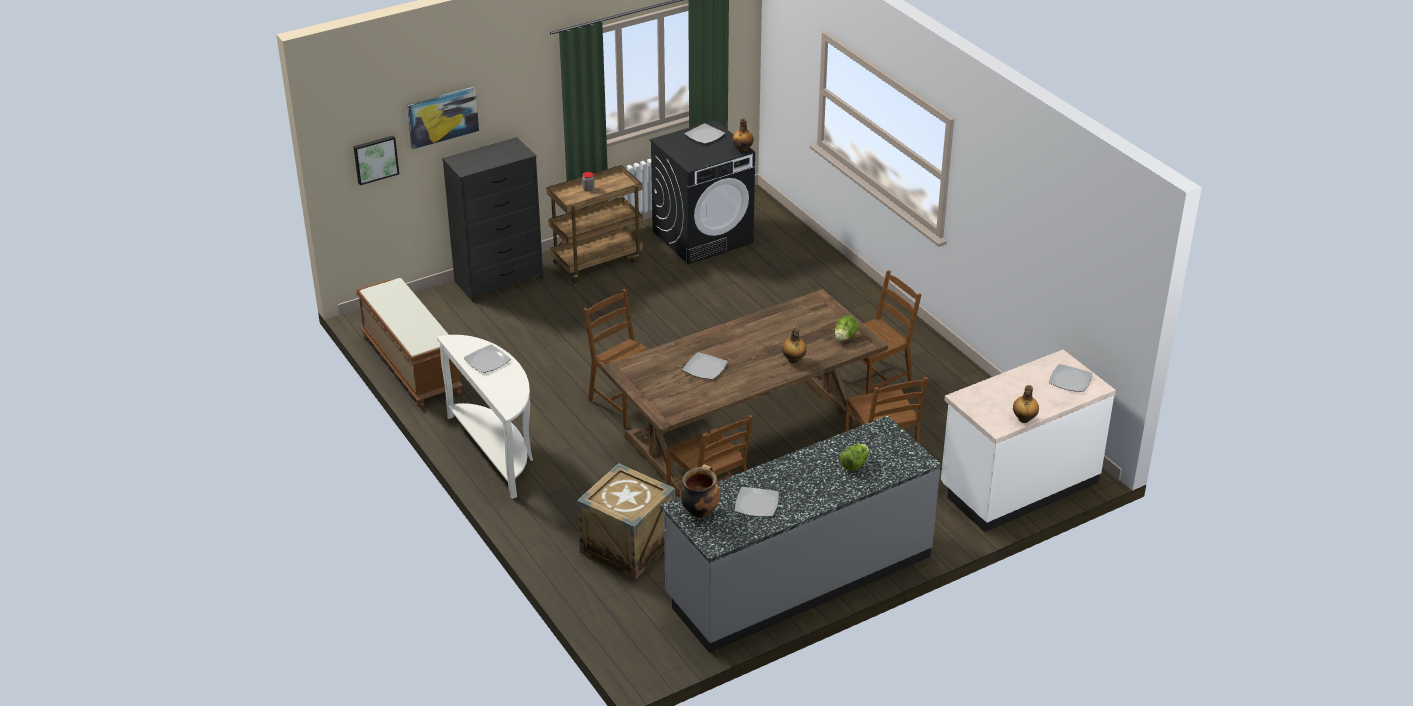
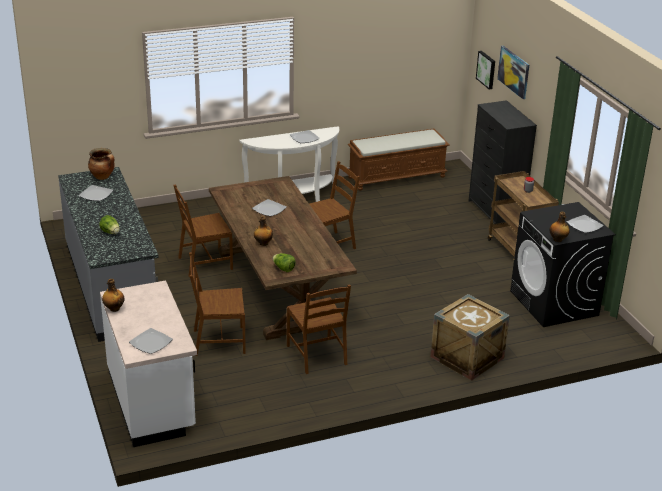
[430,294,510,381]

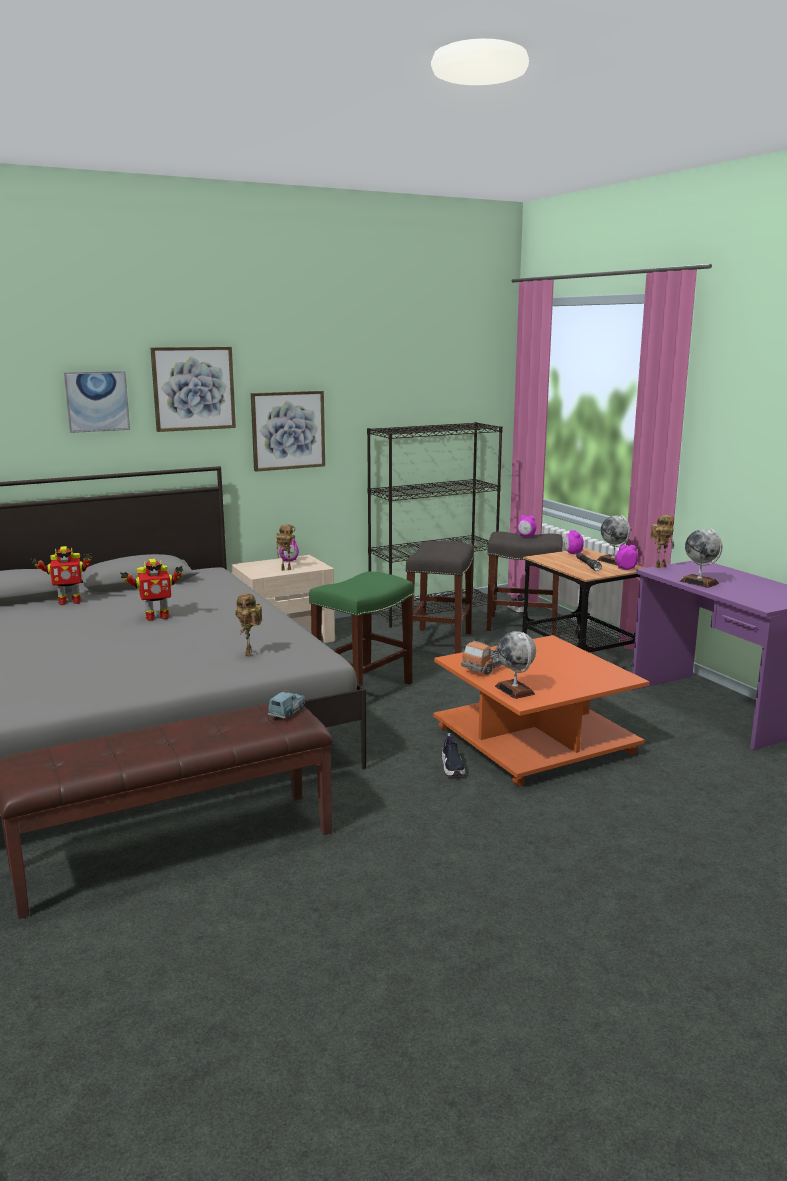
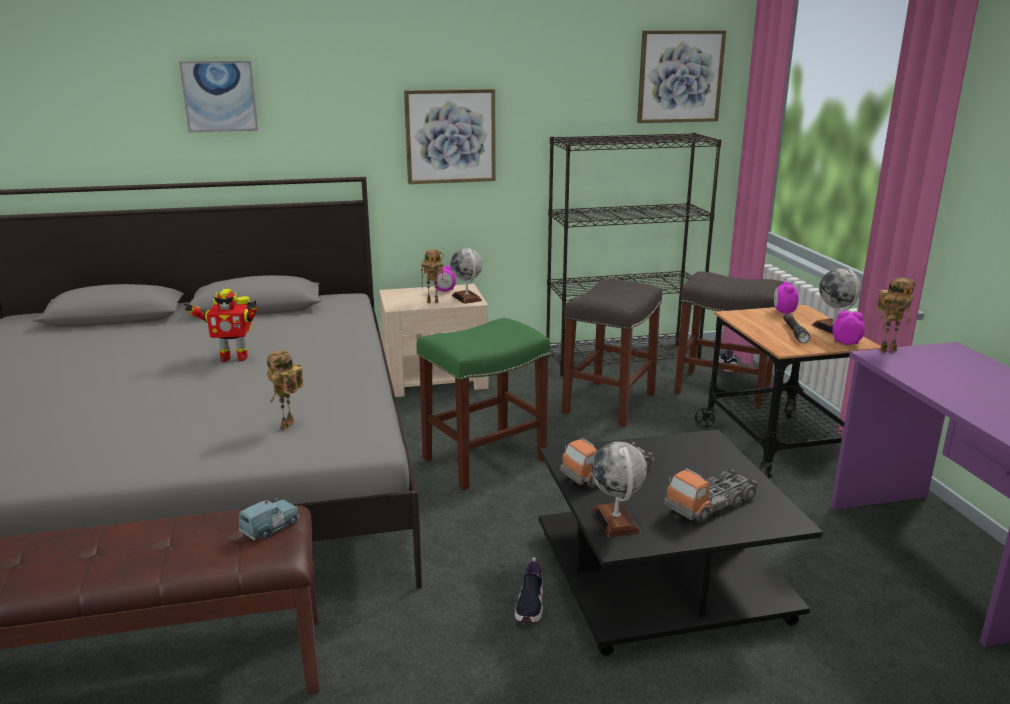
[31,546,92,605] (first image)
[637,30,726,123]
[539,429,823,656]
[517,515,536,537] (first image)
[450,248,482,304]
[664,468,759,522]

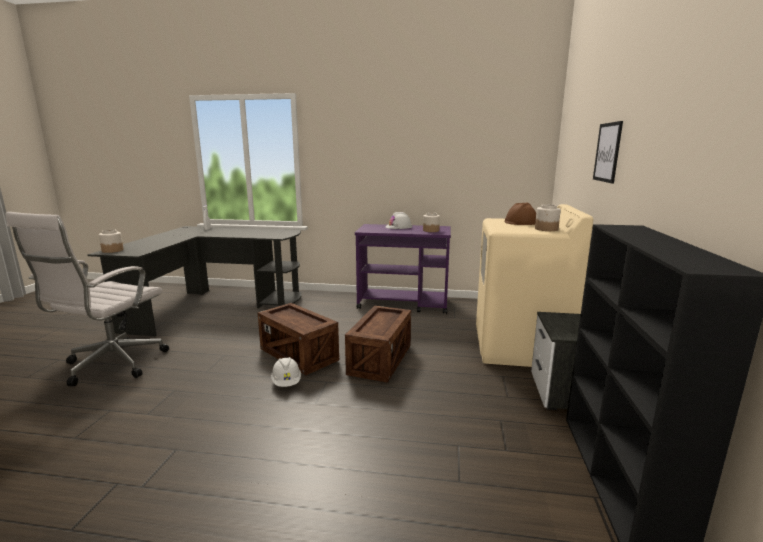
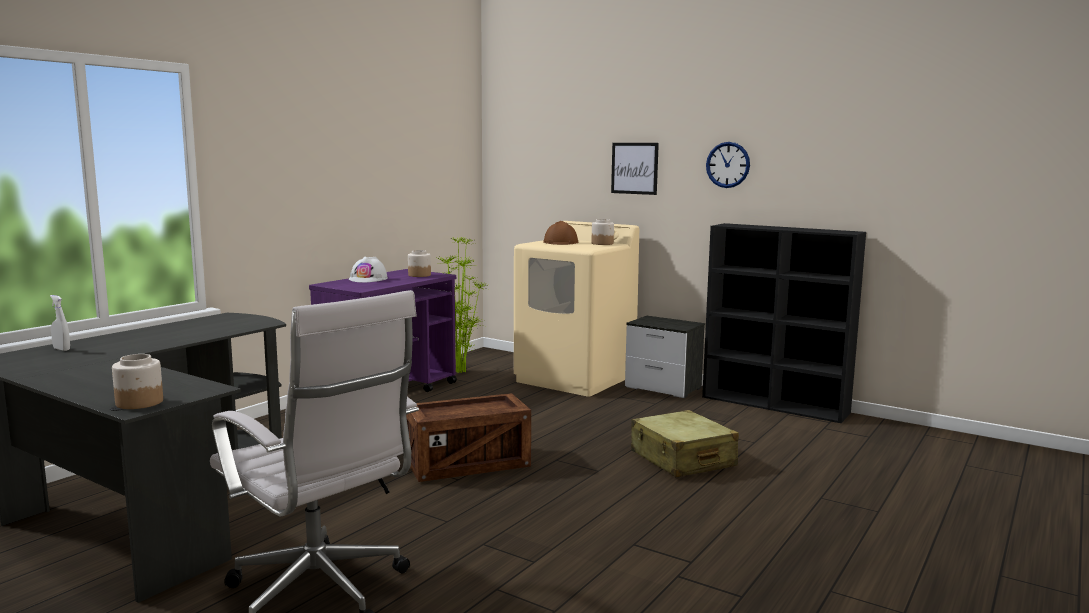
[271,357,301,387] (first image)
[345,306,411,383] (first image)
[437,236,488,373]
[631,410,739,477]
[706,142,750,188]

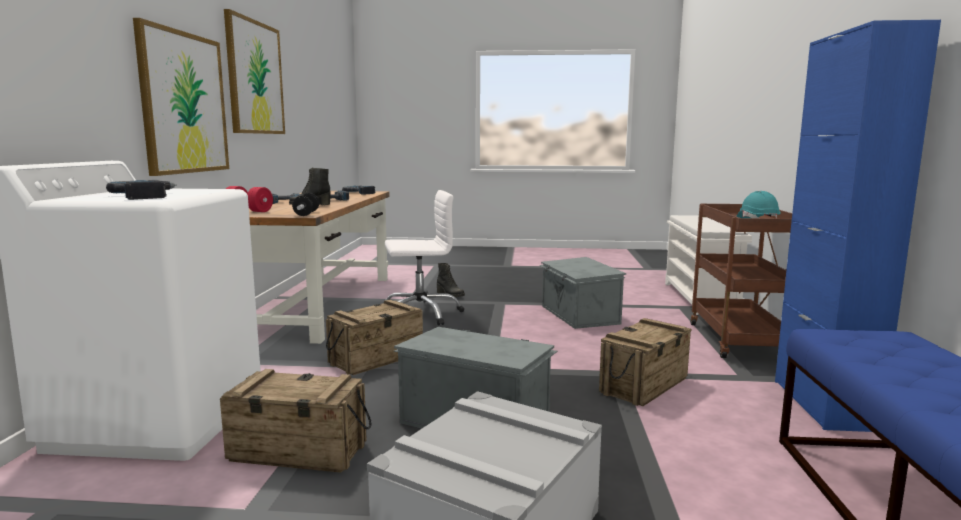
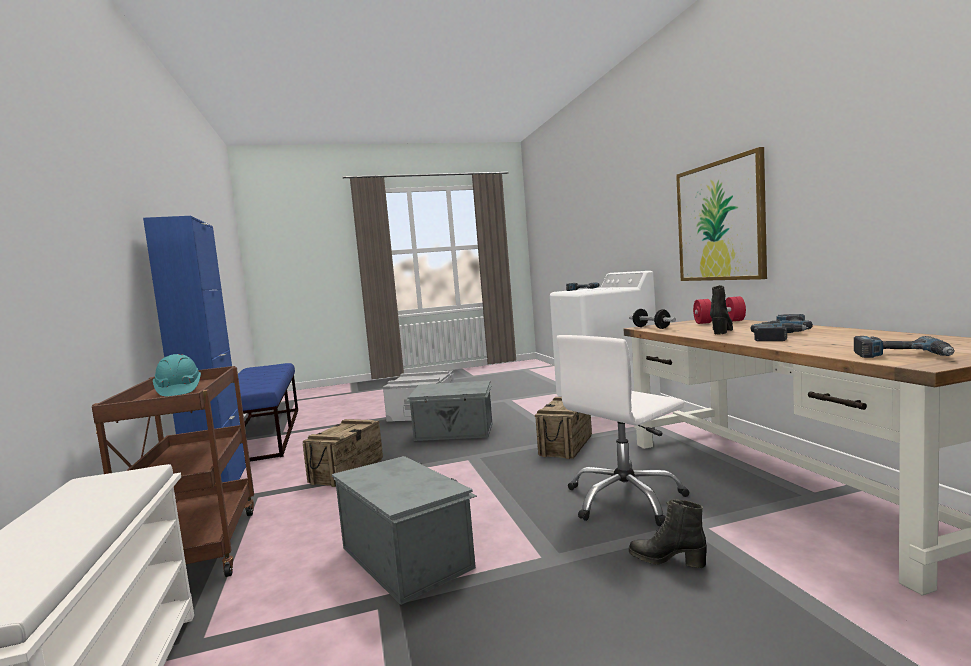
[220,369,371,473] (first image)
[224,9,285,134] (first image)

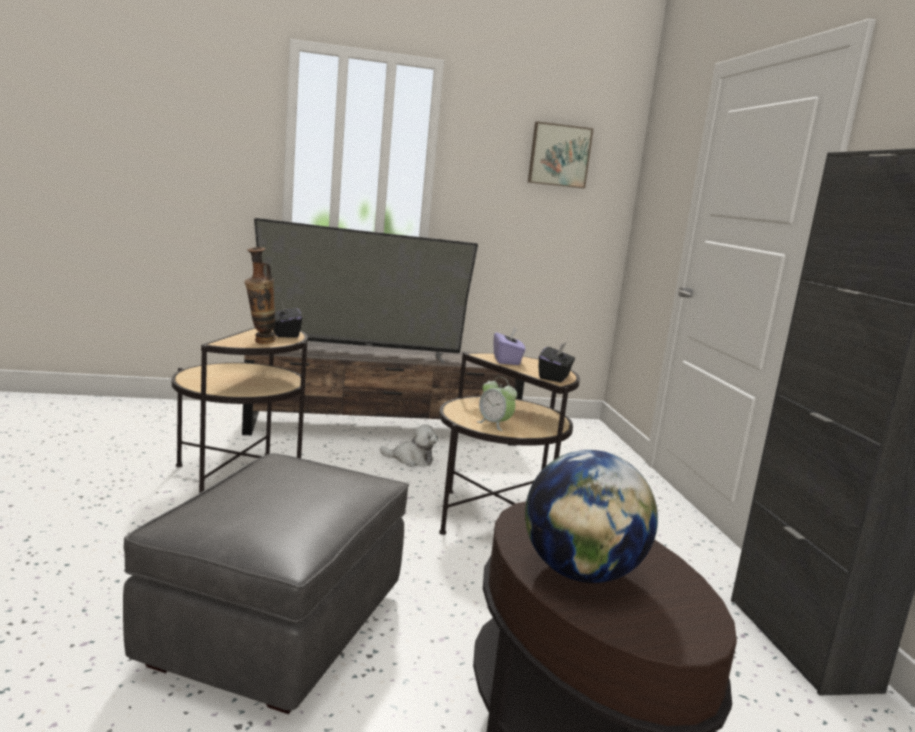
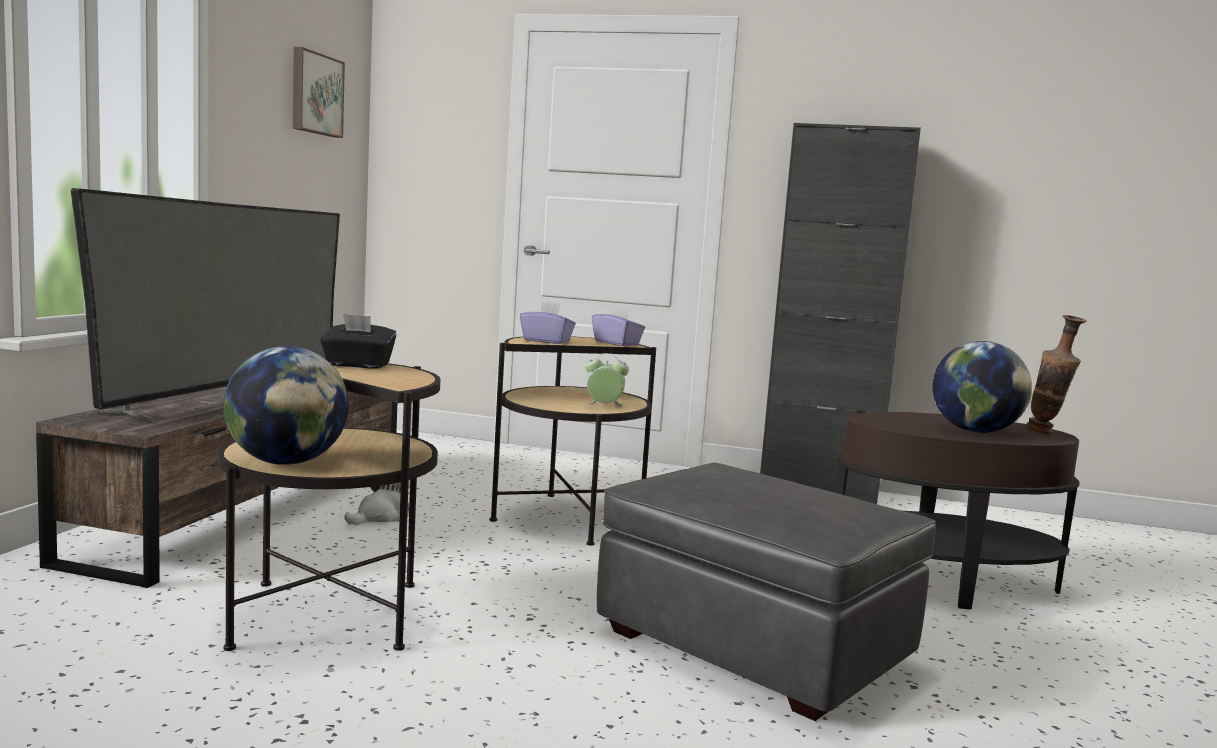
[1026,315,1087,435]
[585,353,629,406]
[592,305,645,346]
[223,346,349,465]

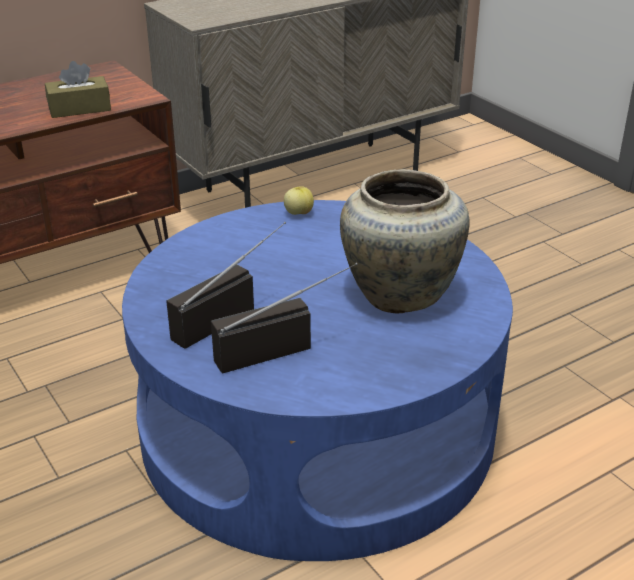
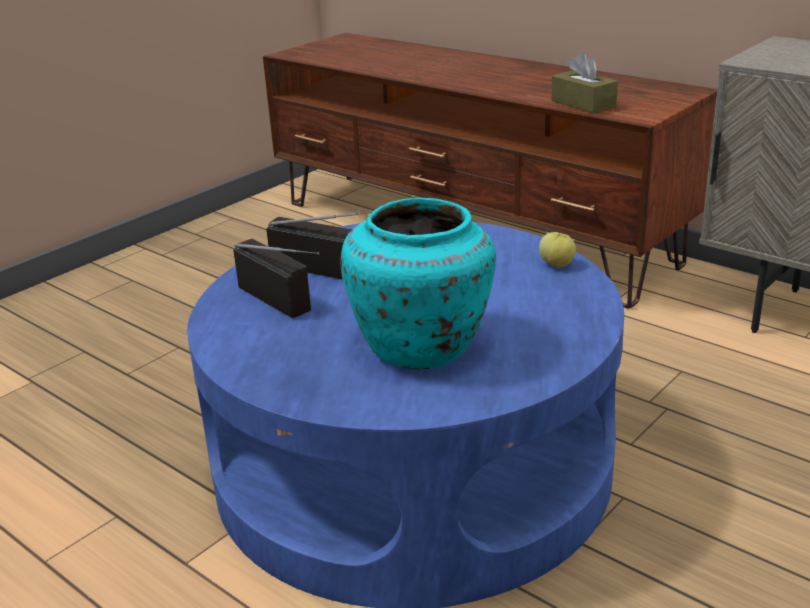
[340,198,496,370]

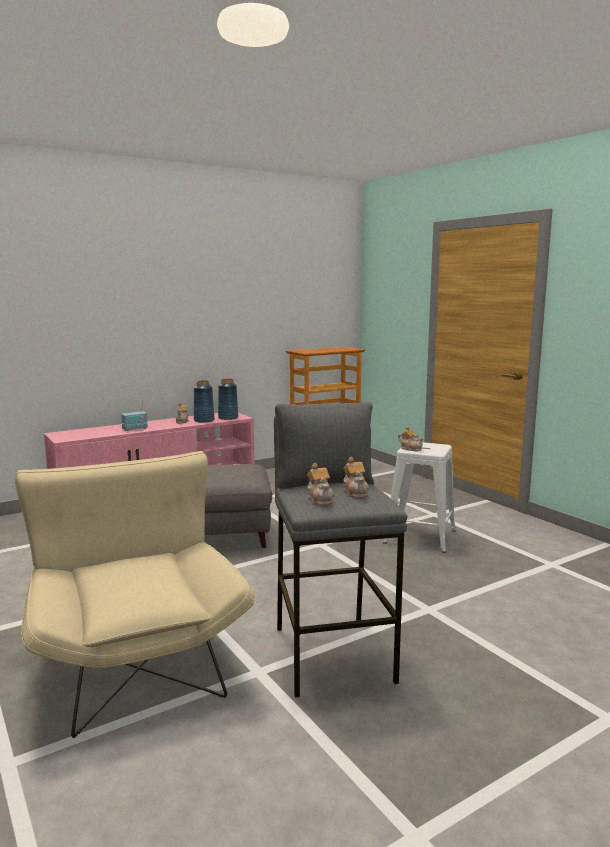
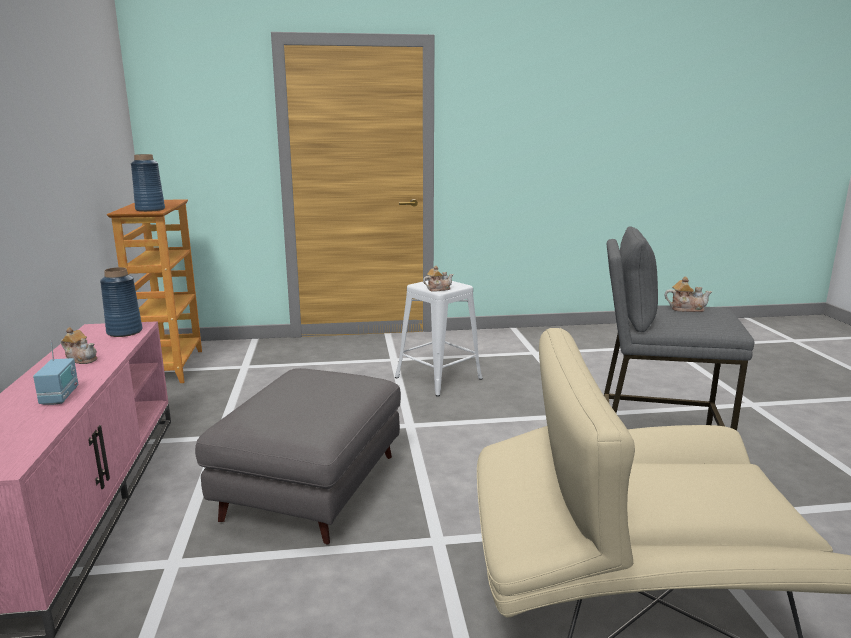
[131,154,165,212]
[307,463,334,506] (first image)

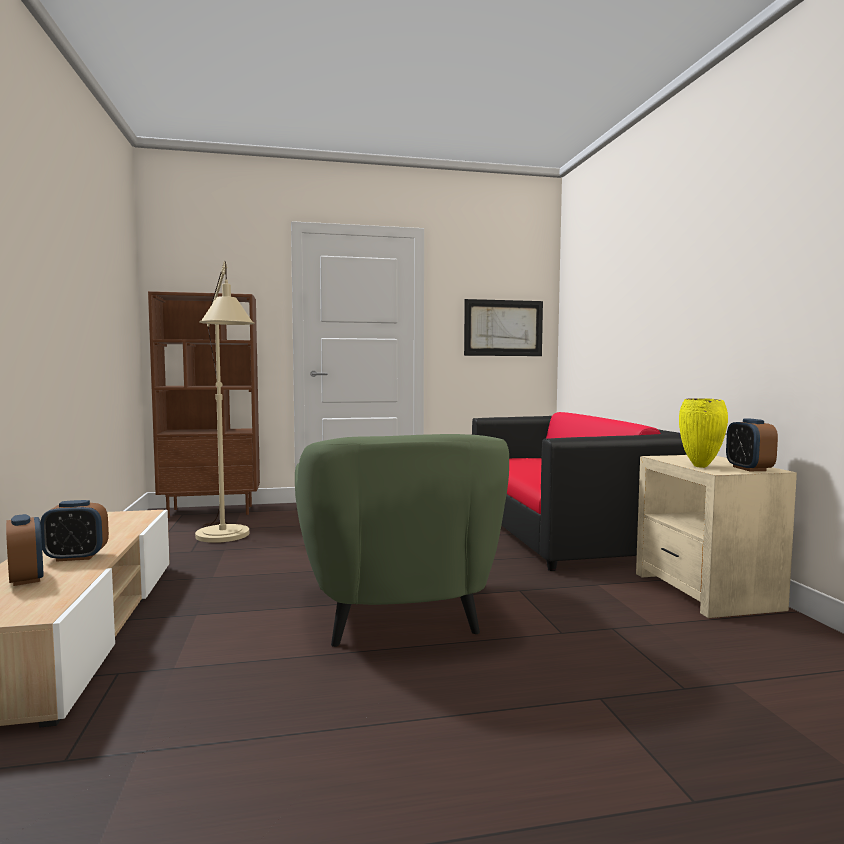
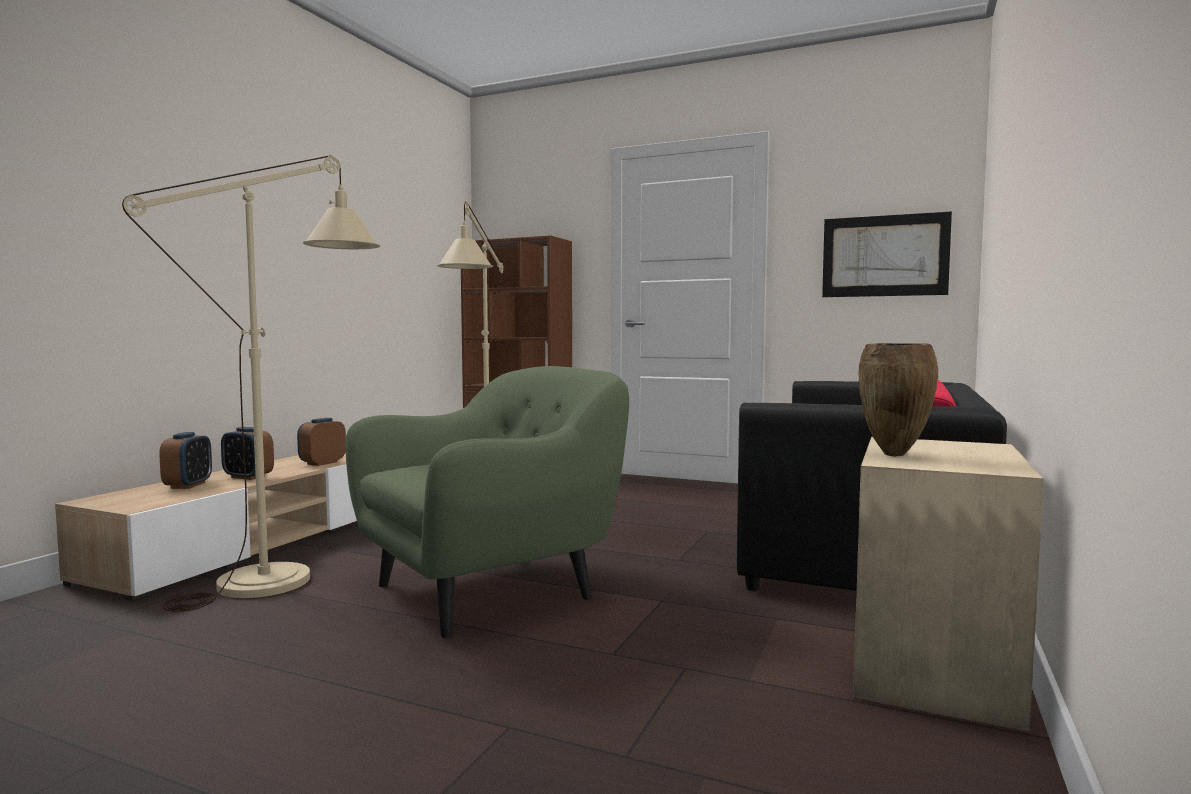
[345,366,629,638]
[859,343,938,456]
[297,418,346,466]
[122,156,380,612]

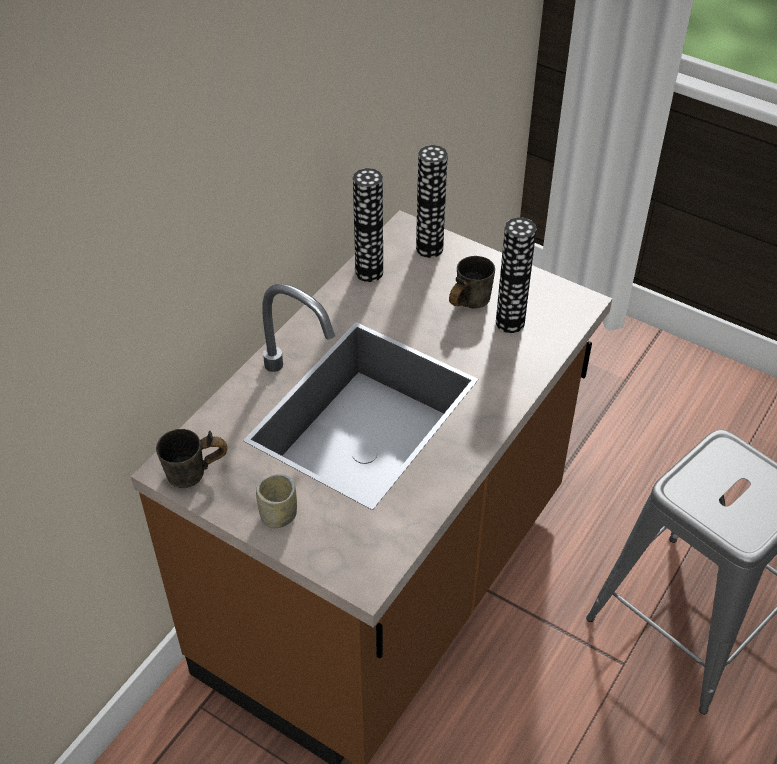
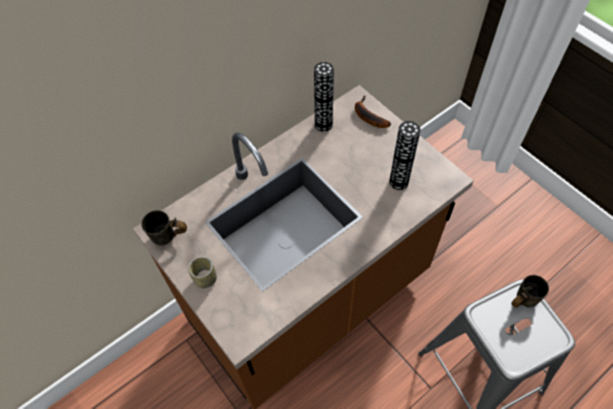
[355,95,391,128]
[511,275,549,308]

